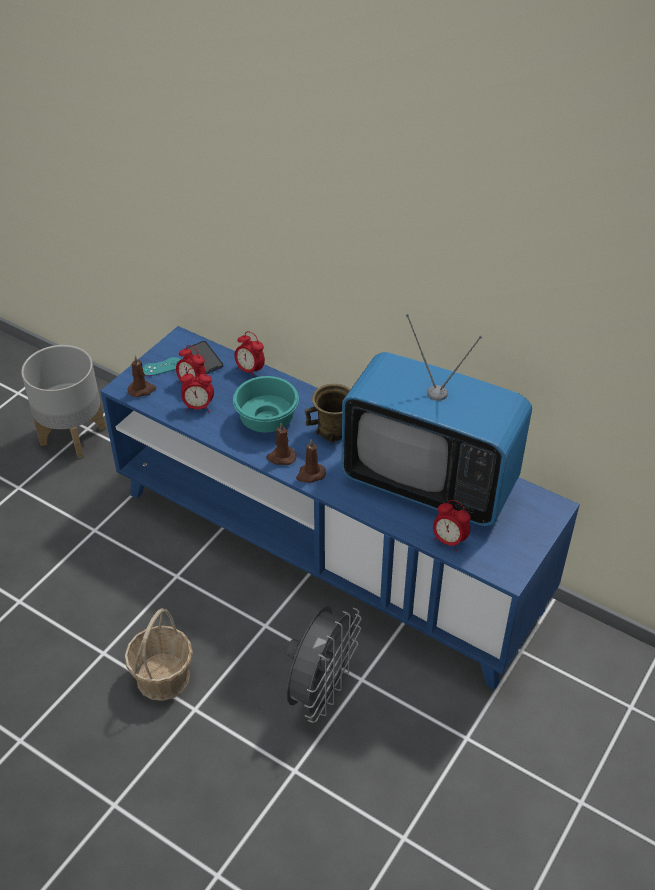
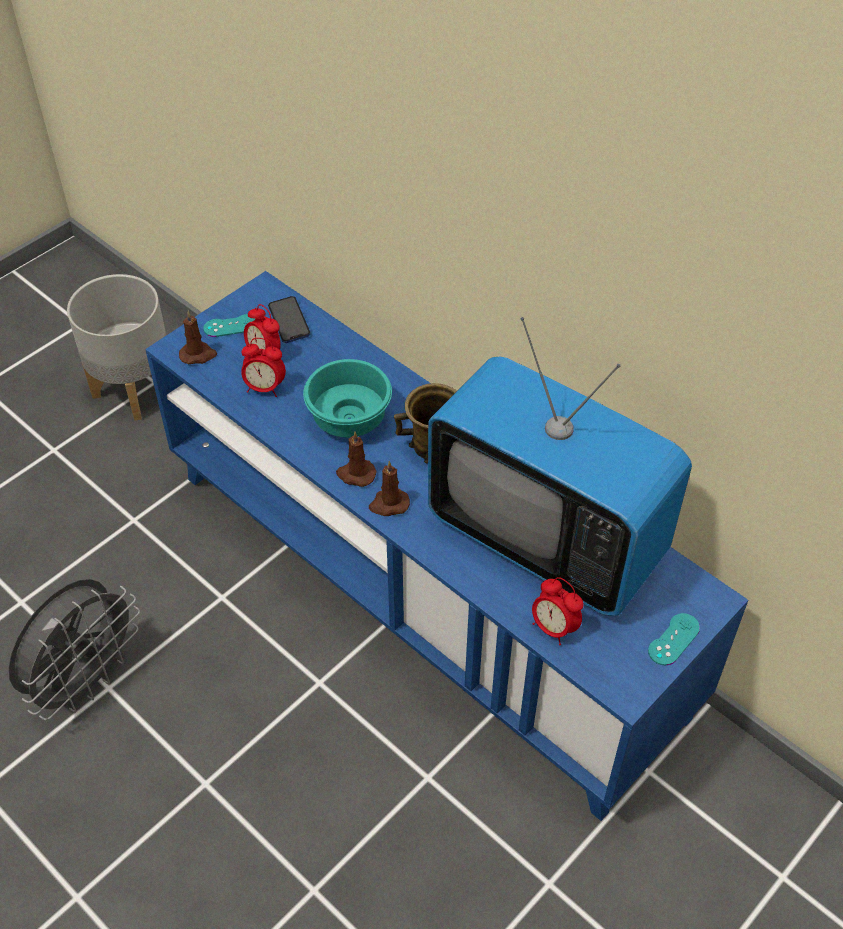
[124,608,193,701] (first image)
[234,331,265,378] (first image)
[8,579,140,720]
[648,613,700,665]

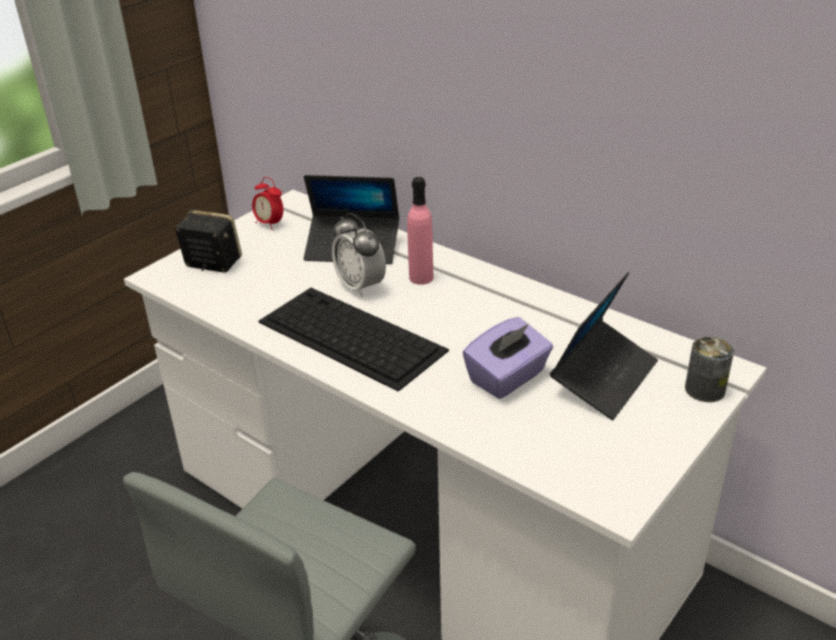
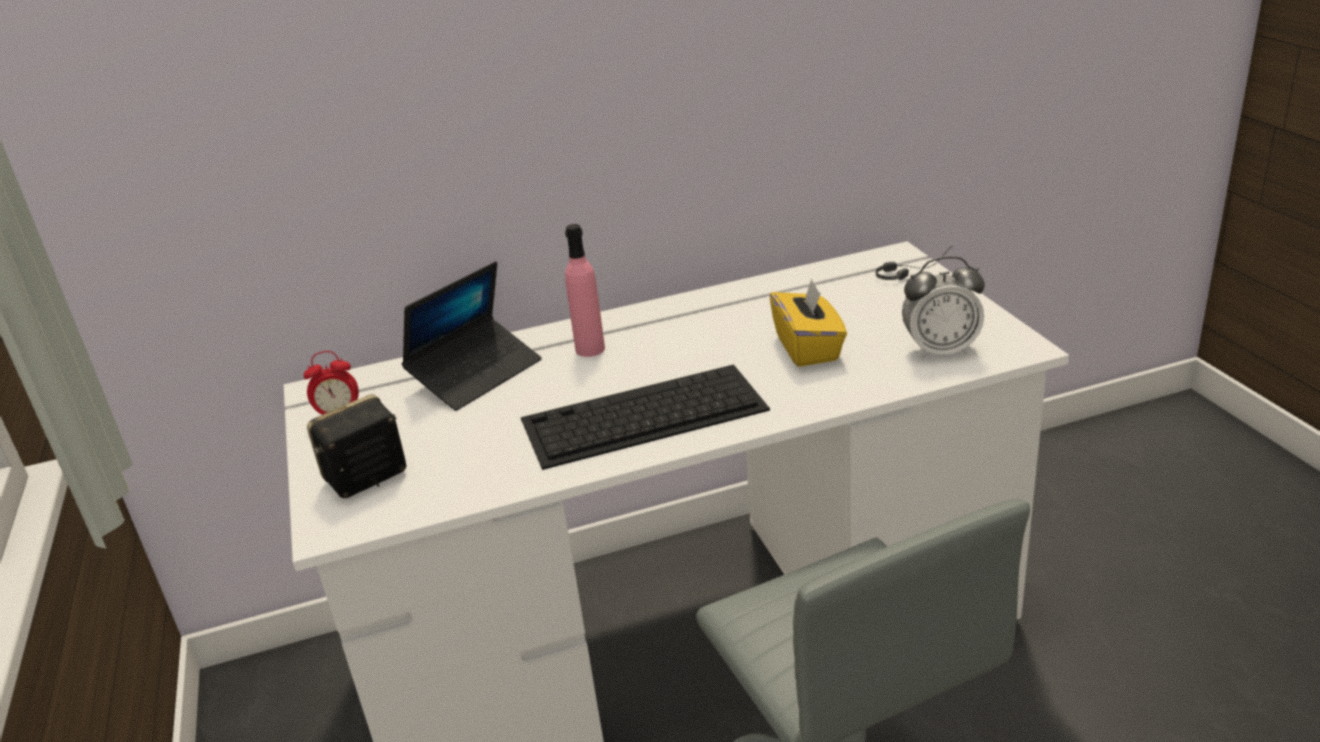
[902,256,985,359]
[770,279,847,367]
[550,272,658,420] (first image)
[876,246,953,280]

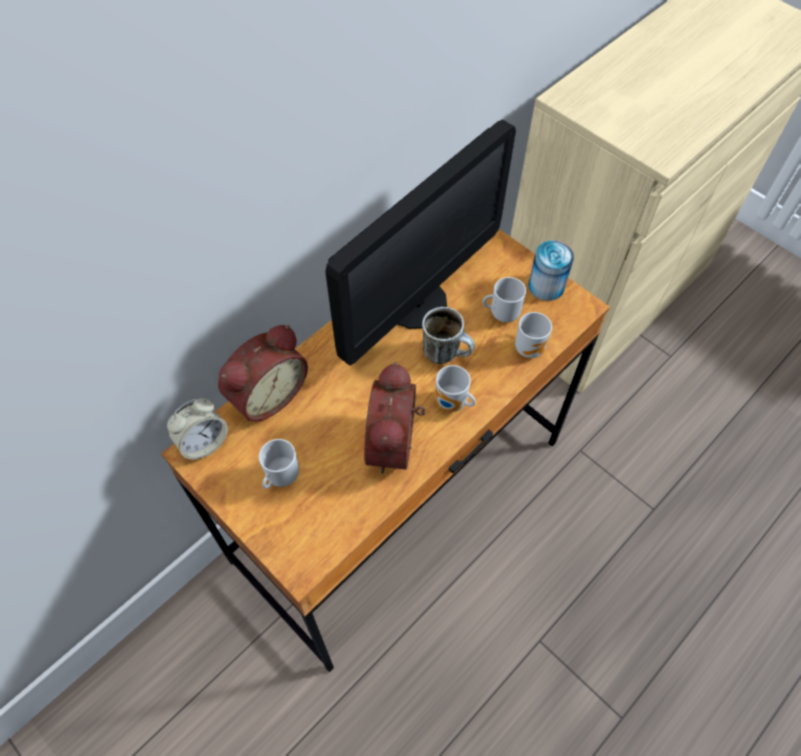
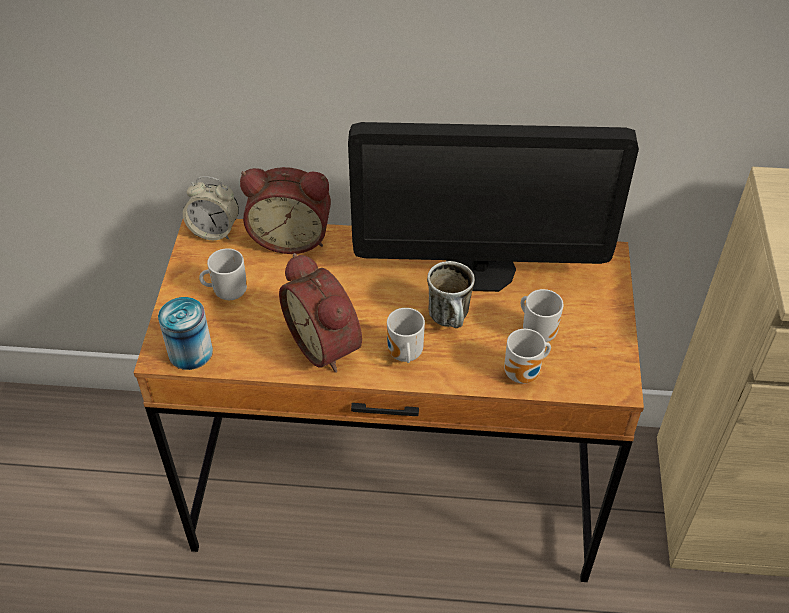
[279,253,362,373]
[158,297,213,370]

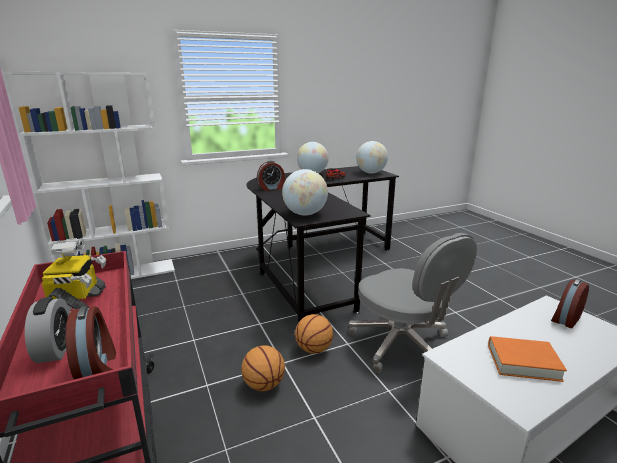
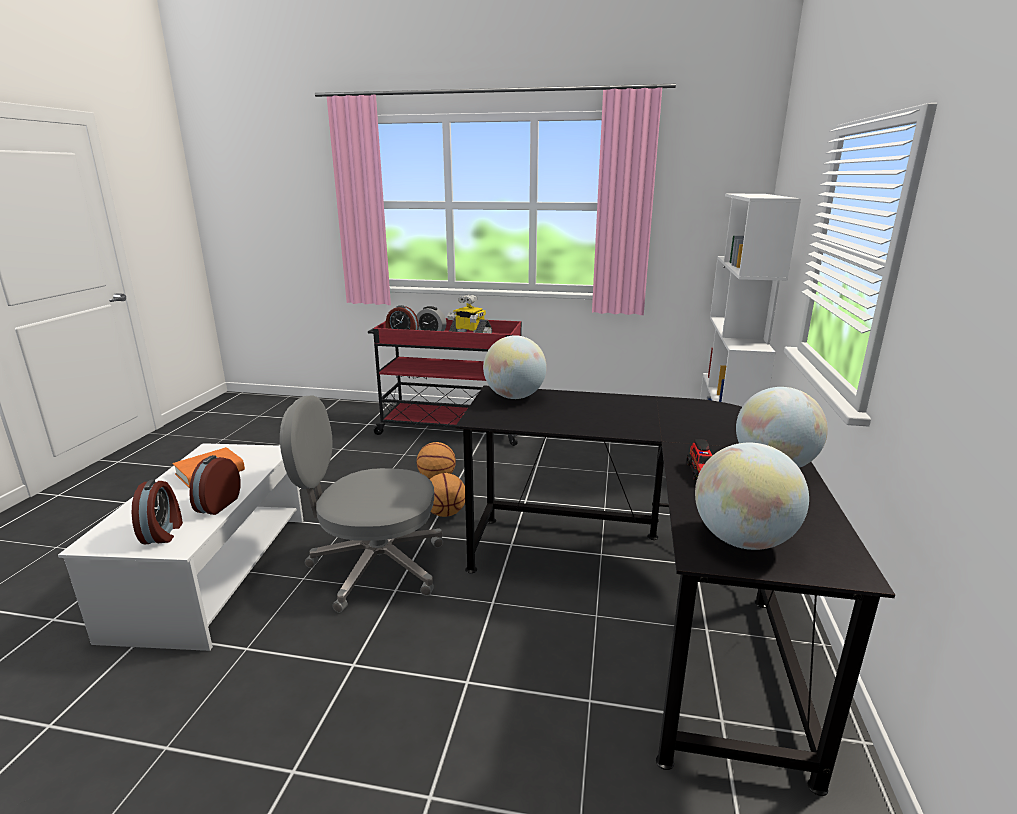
[189,455,240,515]

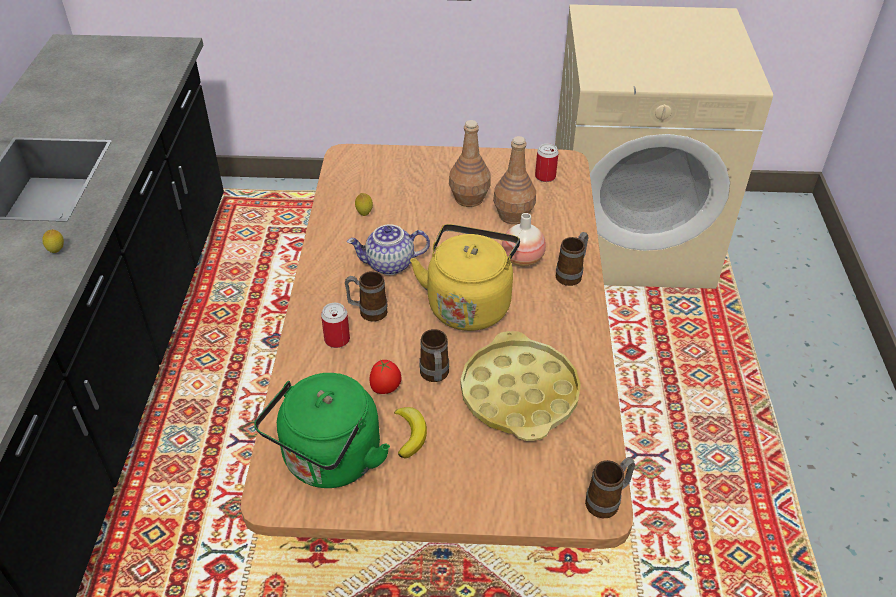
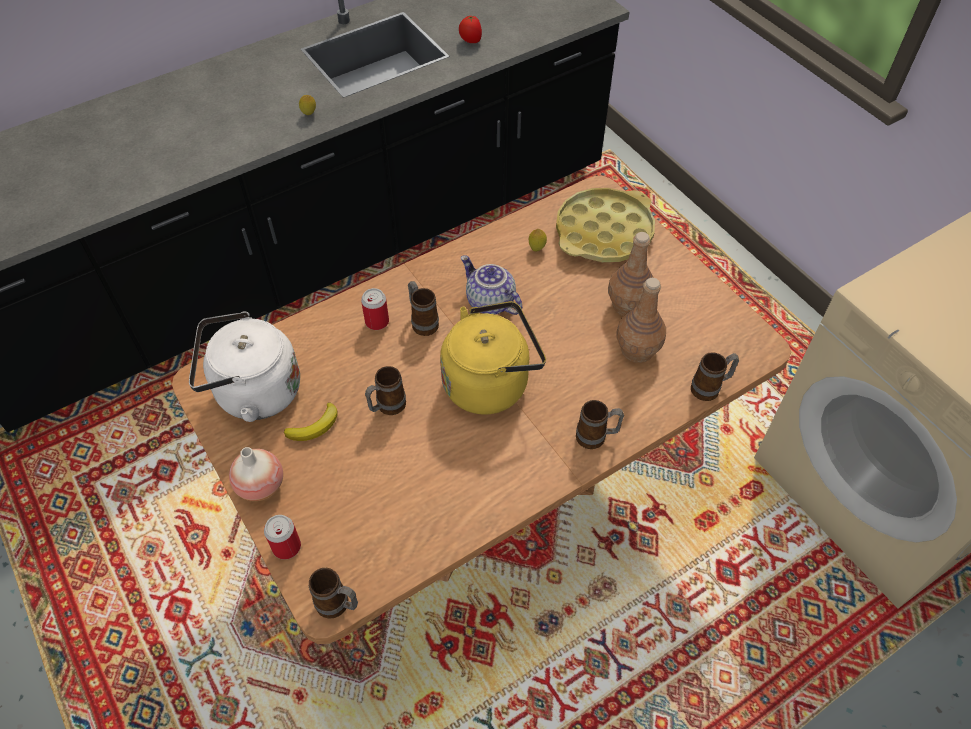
[189,312,300,422]
[459,16,482,43]
[556,188,655,262]
[229,447,283,501]
[264,515,301,559]
[691,352,739,401]

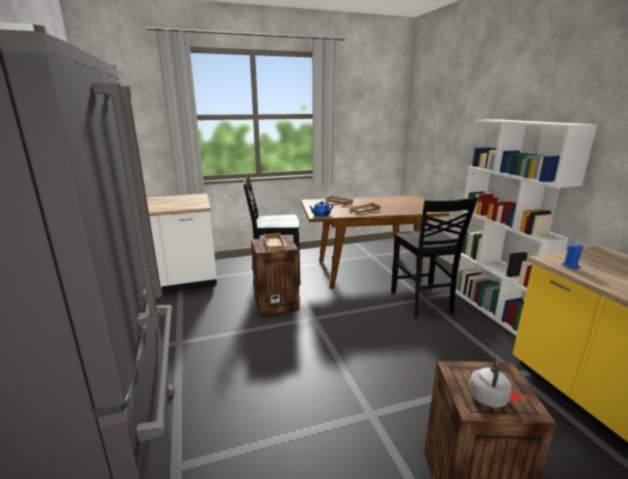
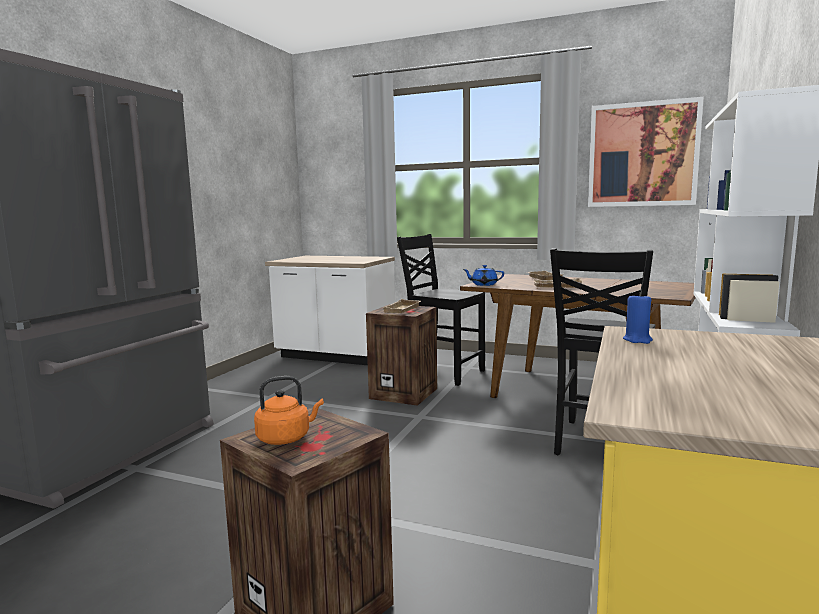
[254,376,324,445]
[588,97,703,207]

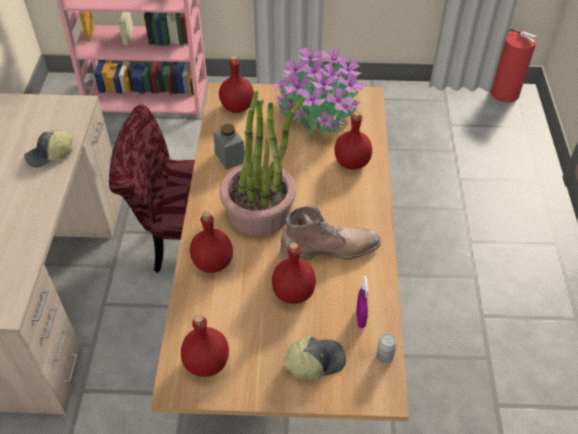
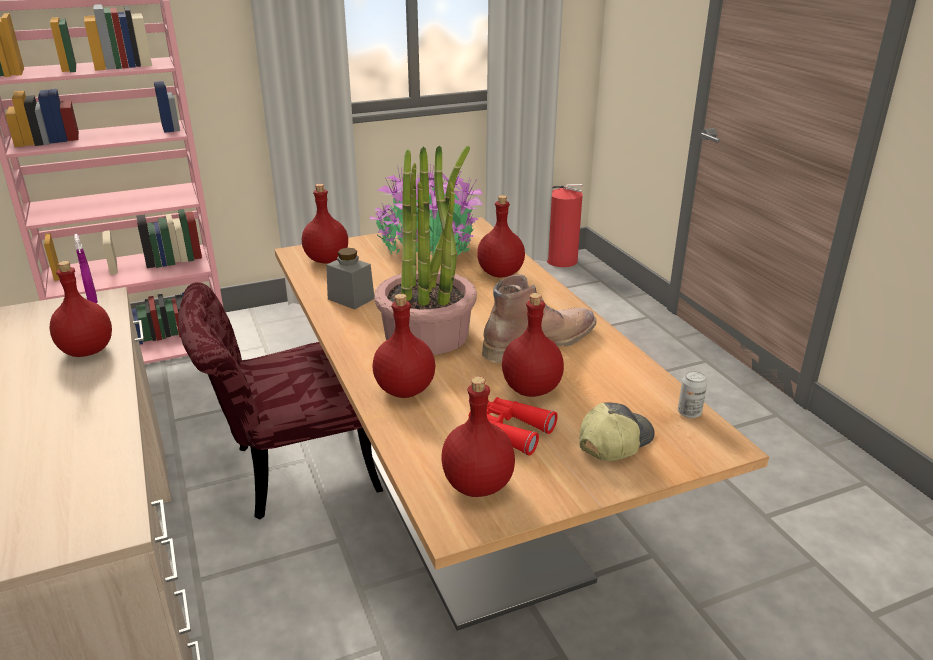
[50,261,112,357]
[74,234,98,303]
[469,397,558,456]

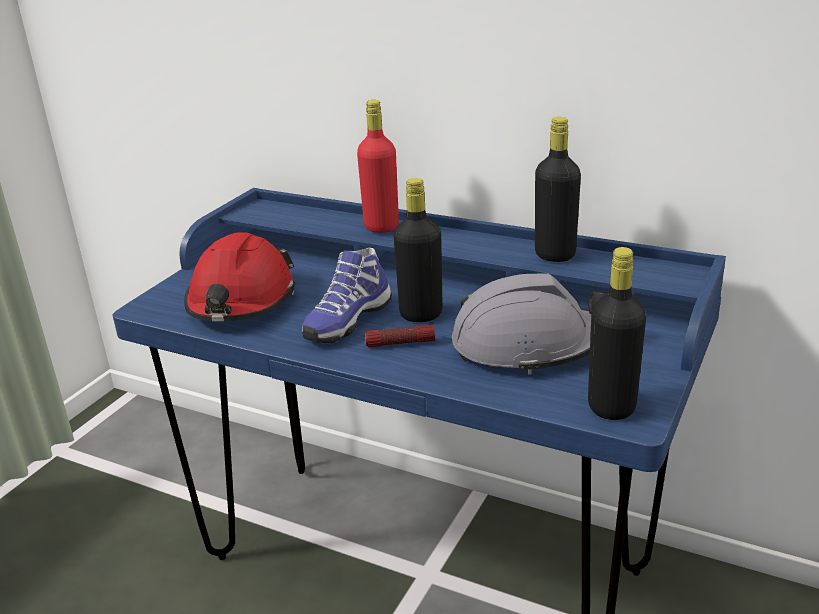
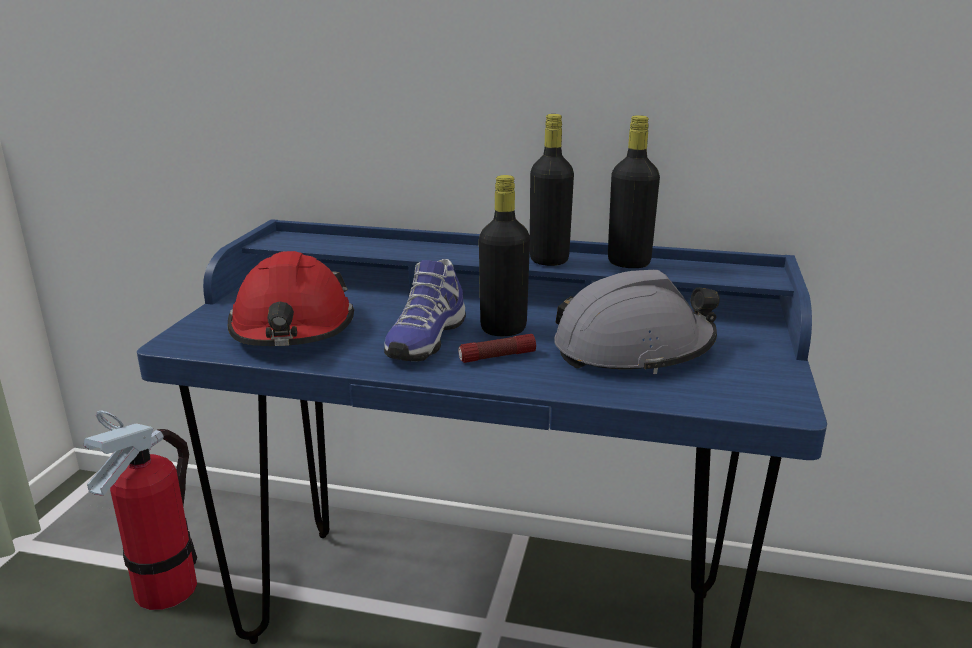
[357,100,399,233] (first image)
[530,114,574,266]
[84,410,197,610]

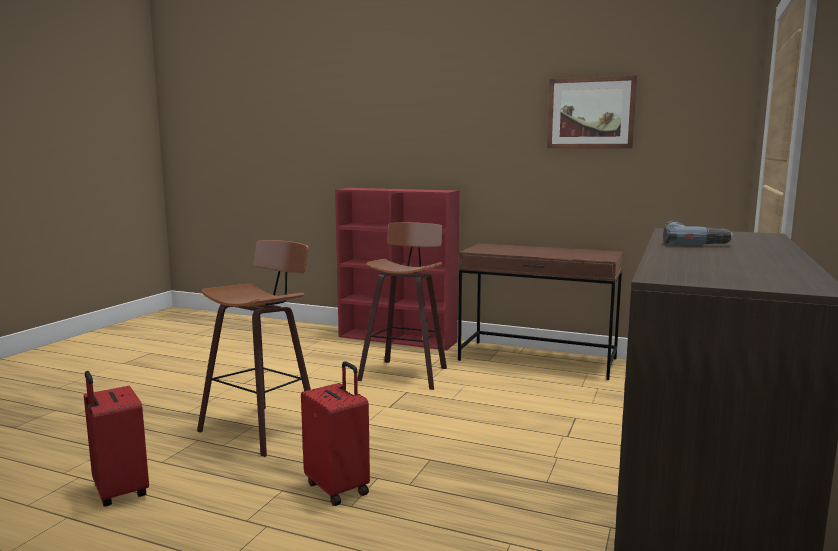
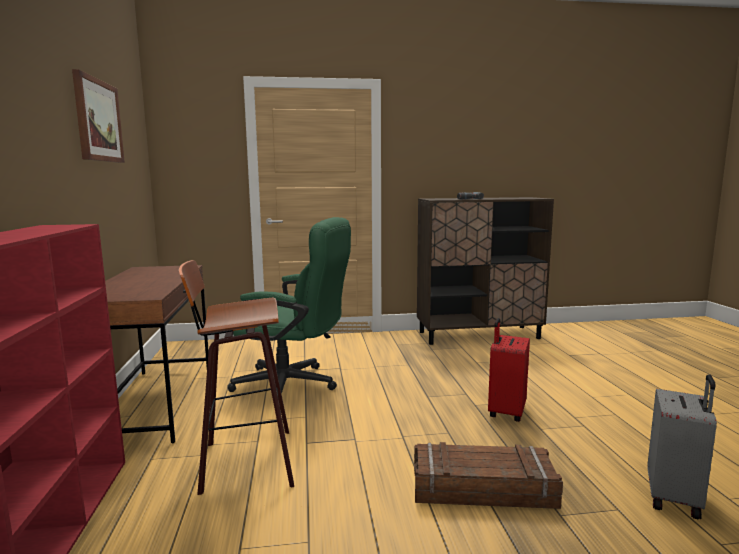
[647,374,717,520]
[414,442,563,509]
[227,217,351,394]

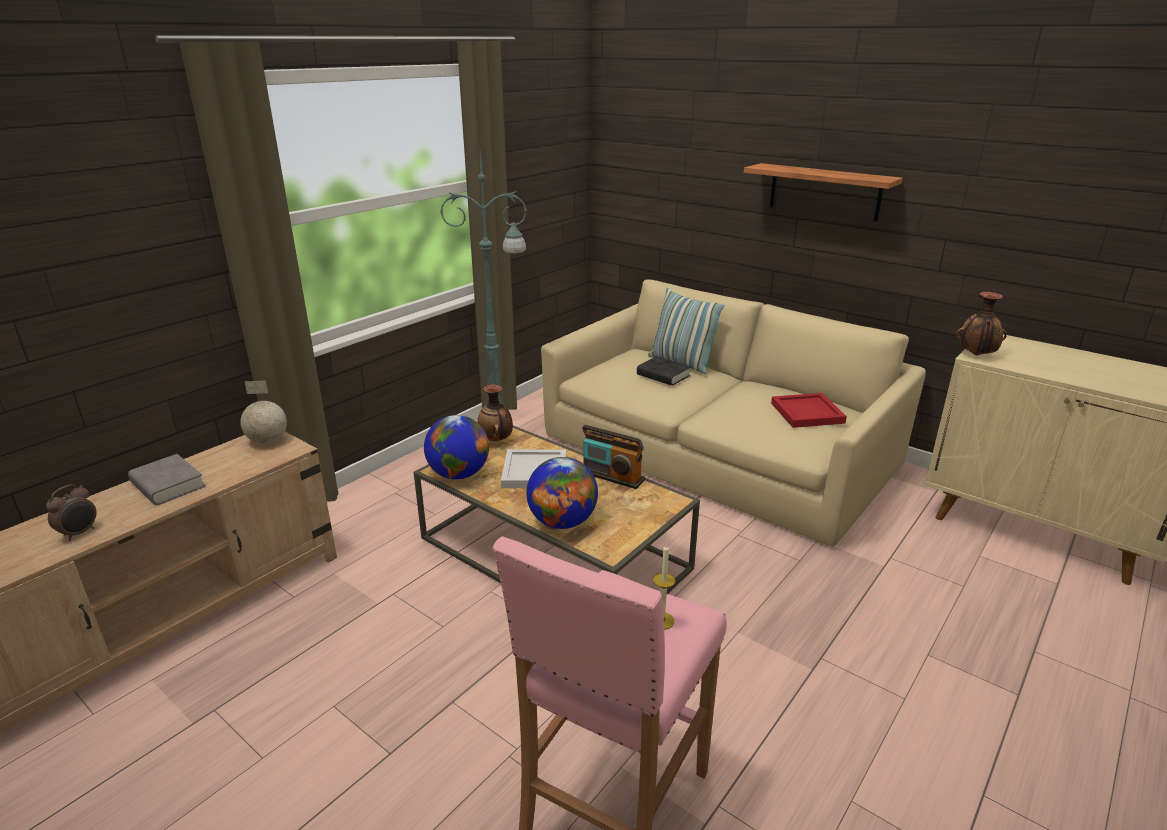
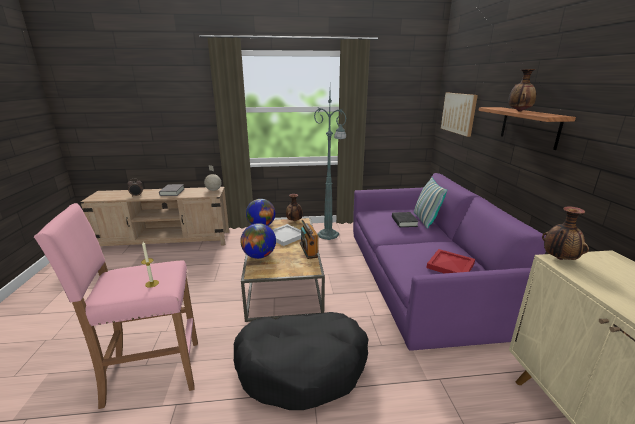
[353,173,546,351]
[234,312,369,410]
[441,93,478,137]
[508,69,536,112]

